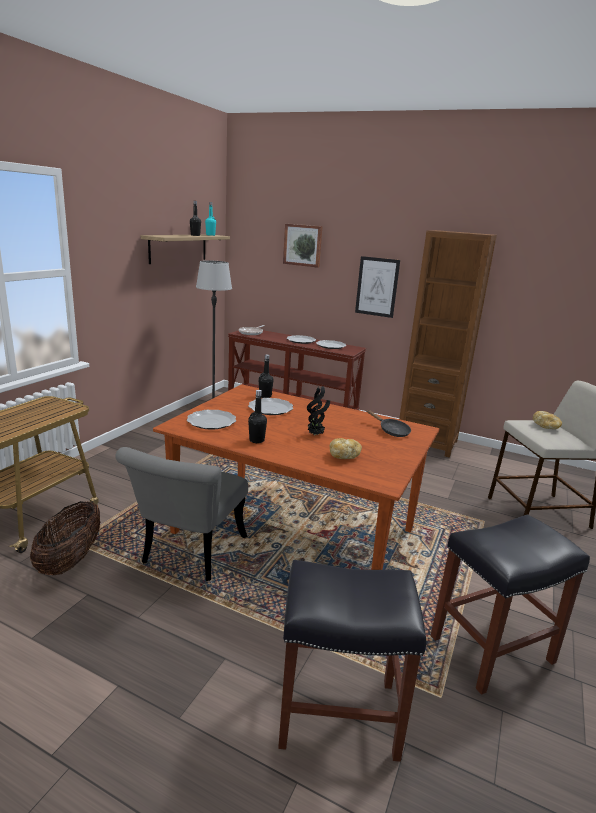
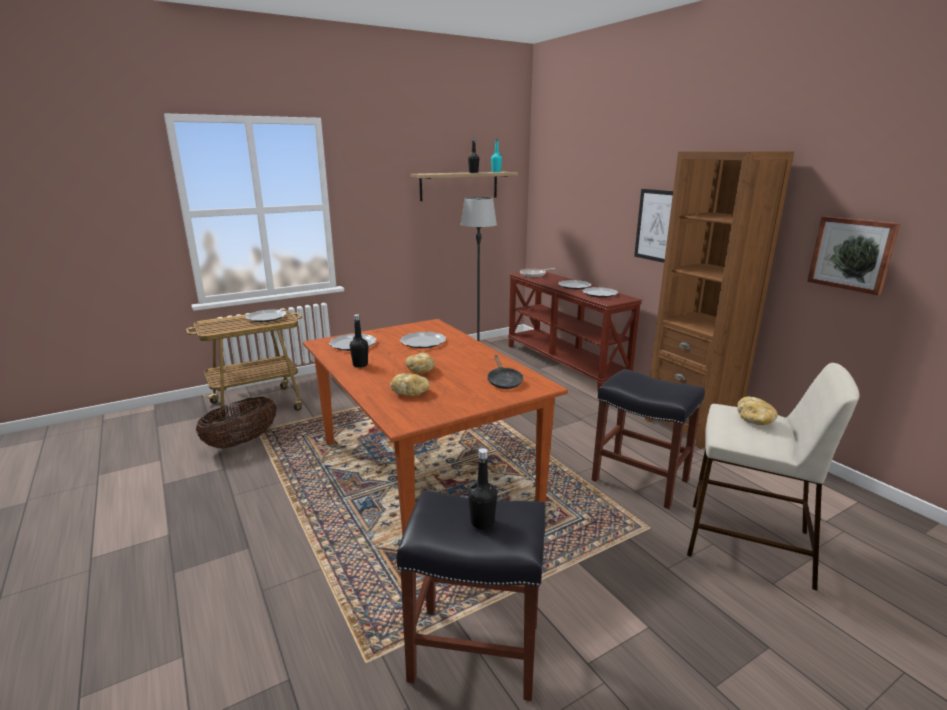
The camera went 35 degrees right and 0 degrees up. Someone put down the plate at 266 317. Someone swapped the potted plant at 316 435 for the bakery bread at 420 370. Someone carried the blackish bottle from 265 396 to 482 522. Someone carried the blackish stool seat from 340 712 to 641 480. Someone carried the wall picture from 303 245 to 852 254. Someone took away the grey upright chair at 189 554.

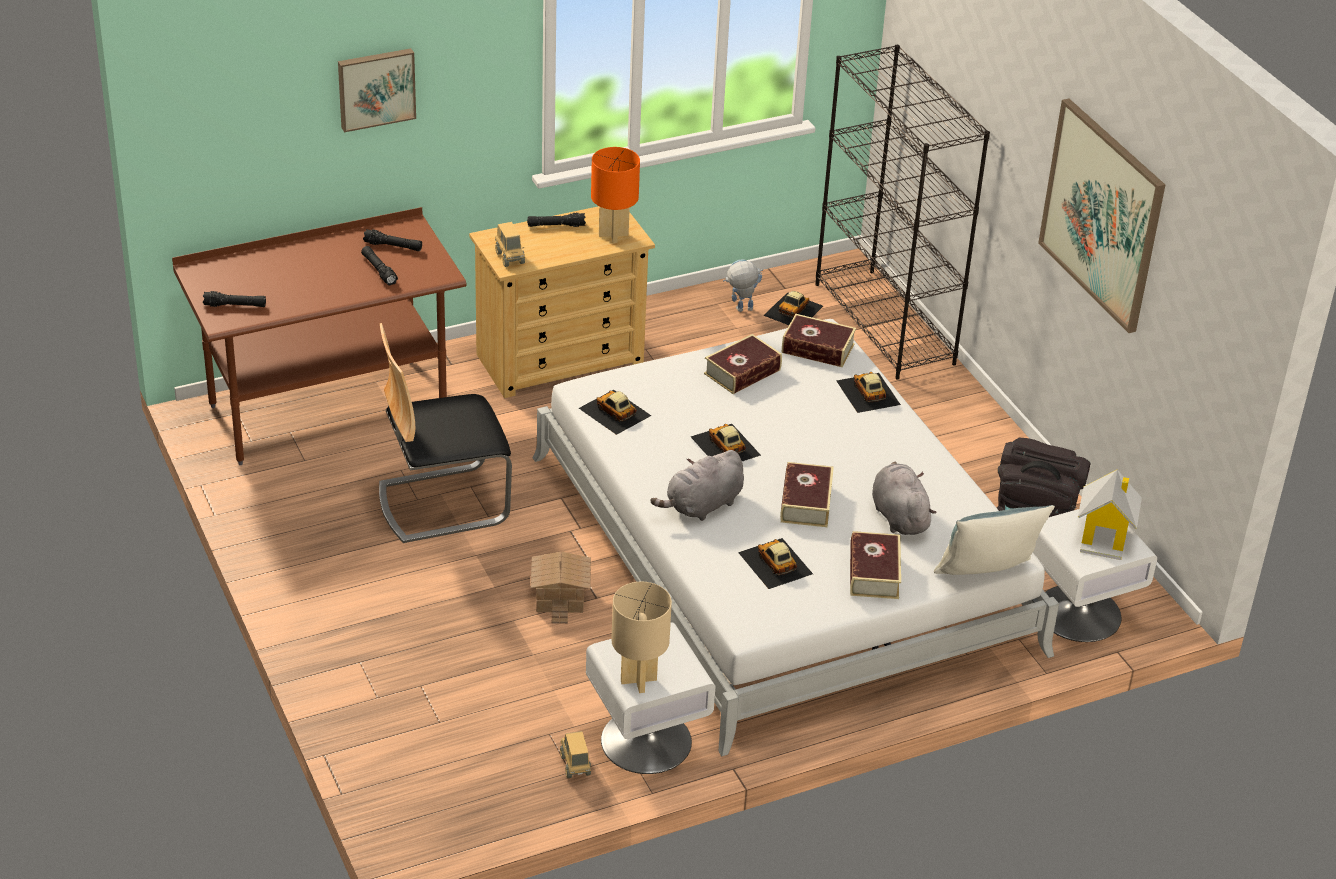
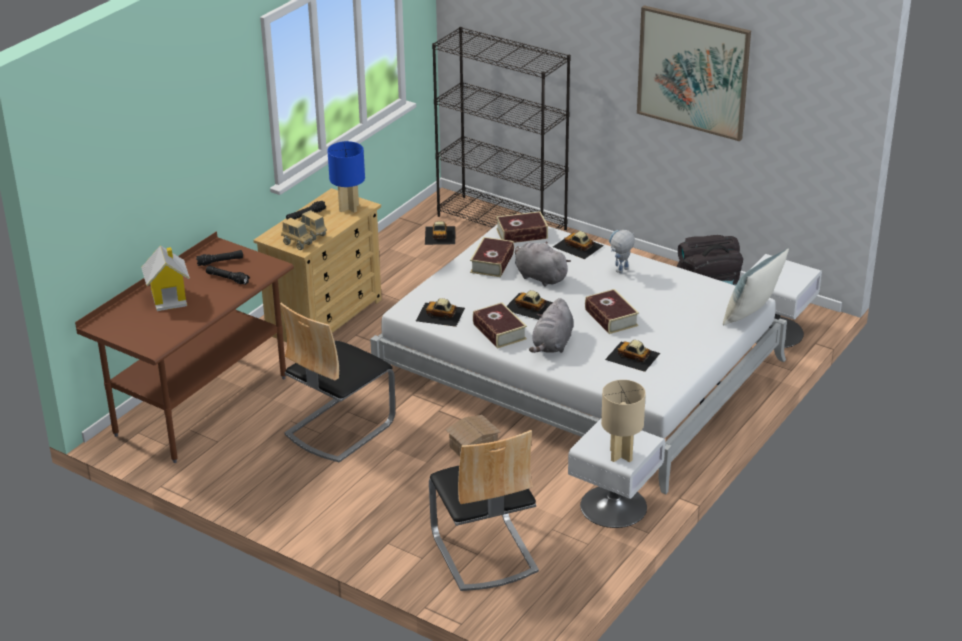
The camera went 30 degrees left and 5 degrees down. Someone carried the model house from 1104 538 to 169 297. Someone carried the toy lorry from 575 765 to 312 235. Someone repainted the orangey lamp for a table at 613 234, which became the blue-coloured lamp for a table at 348 208. Someone put down the upright chair at 483 552. Someone carried the book from 874 573 to 499 331. Someone carried the grey soft toy from 899 516 to 539 277. Someone carried the toy robot from 740 310 to 620 272. Someone took away the blackish flashlight at 235 305. Someone took away the wall picture at 376 88.

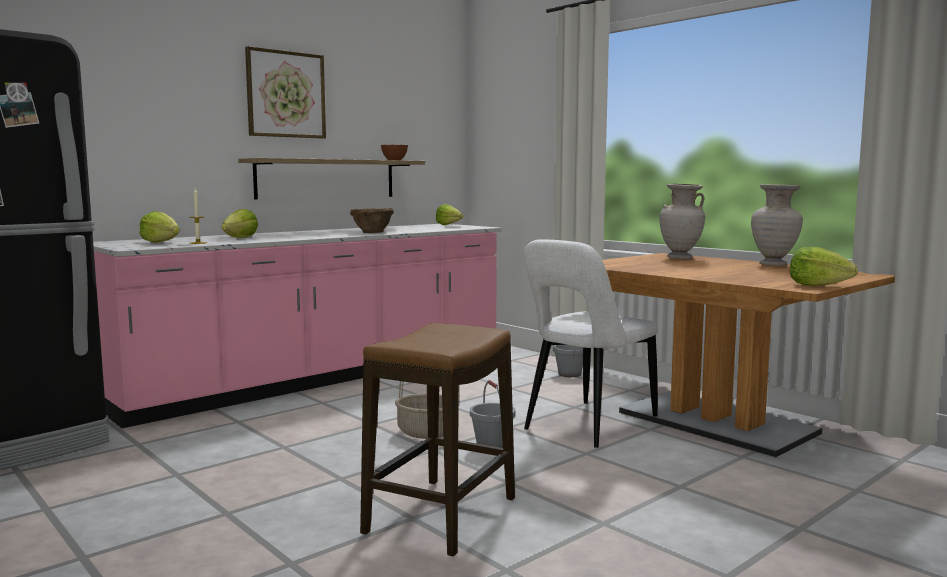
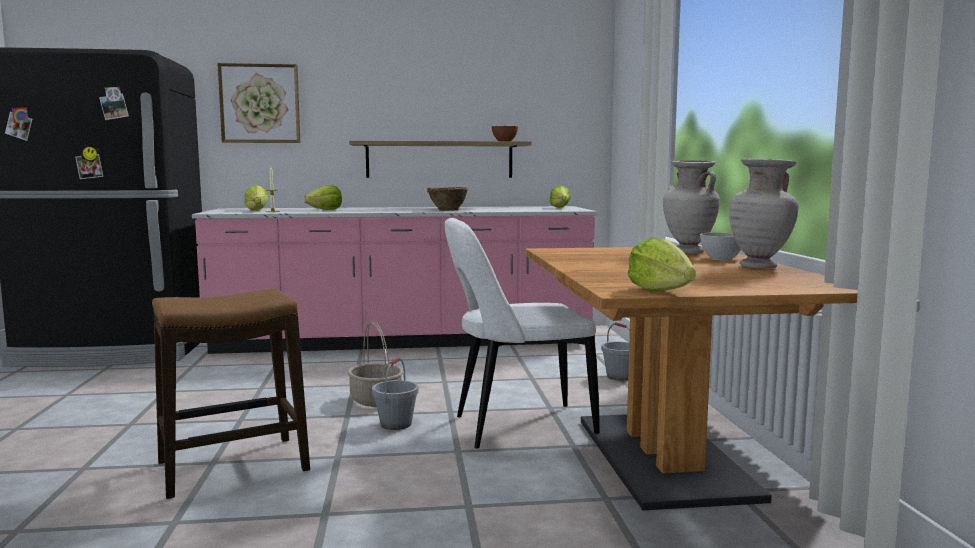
The camera went 35 degrees right and 0 degrees up. Someone carried the wall picture from 286 94 to 260 103. Someone put down the grey bowl at 721 259.

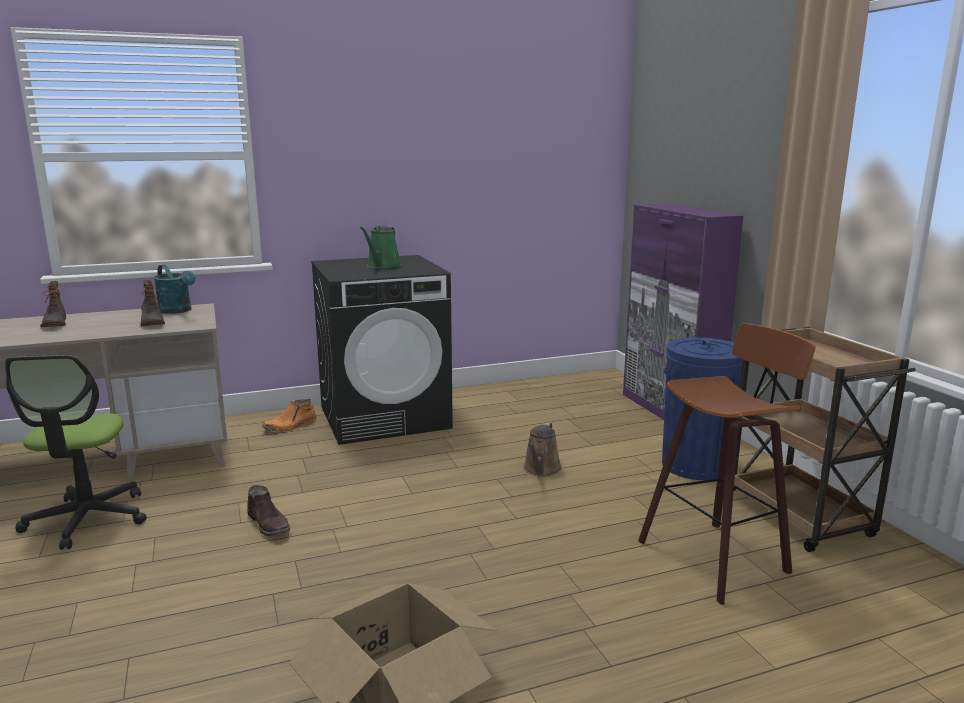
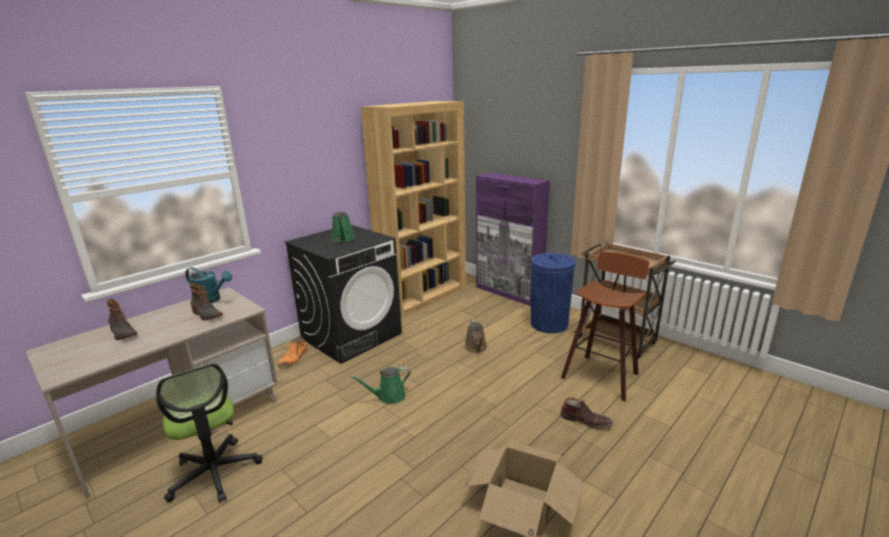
The camera went 25 degrees left and 5 degrees up. Someone put down the green sprinkling can at 389 396. Someone put down the brownish bookshelf at 423 295. Someone carried the brownish high-top boot from 269 524 to 585 420.

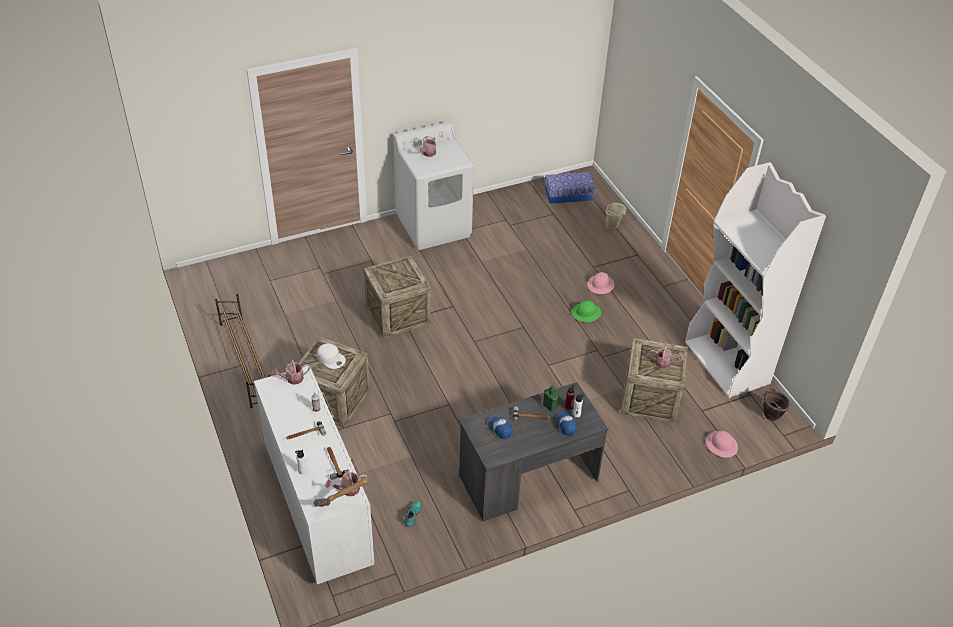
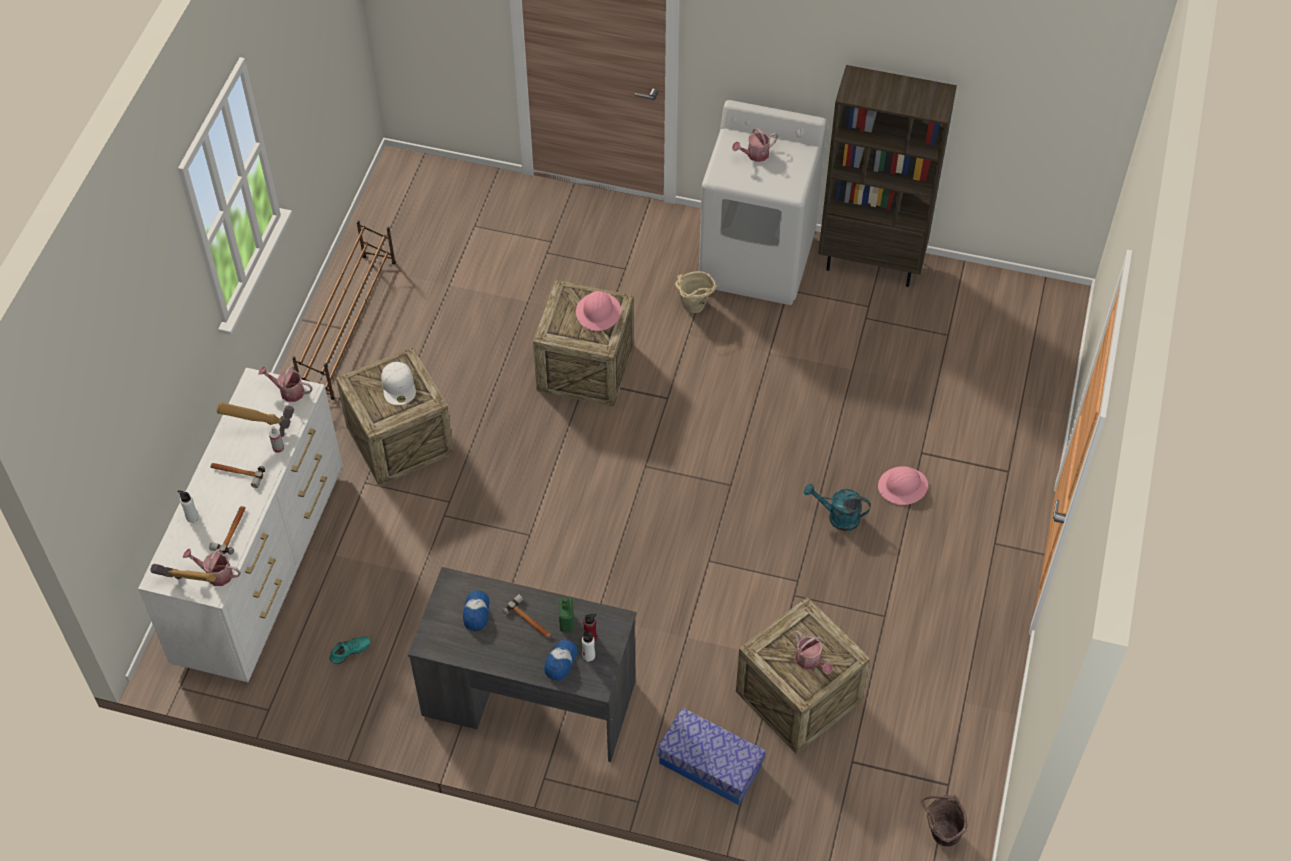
The camera went 40 degrees right and 10 degrees up. Someone put down the hammer at 261 430. Someone carried the pink safety helmet from 721 445 to 598 312. Someone carried the storage container from 568 194 to 710 764. Someone carried the beige-coloured bucket from 613 227 to 693 309. Someone swapped the green safety helmet at 586 313 for the turquoise-coloured sprinkling can at 837 517. Someone put down the brownish bookshelf at 872 263. Someone took away the whitish bookshelf at 727 363.

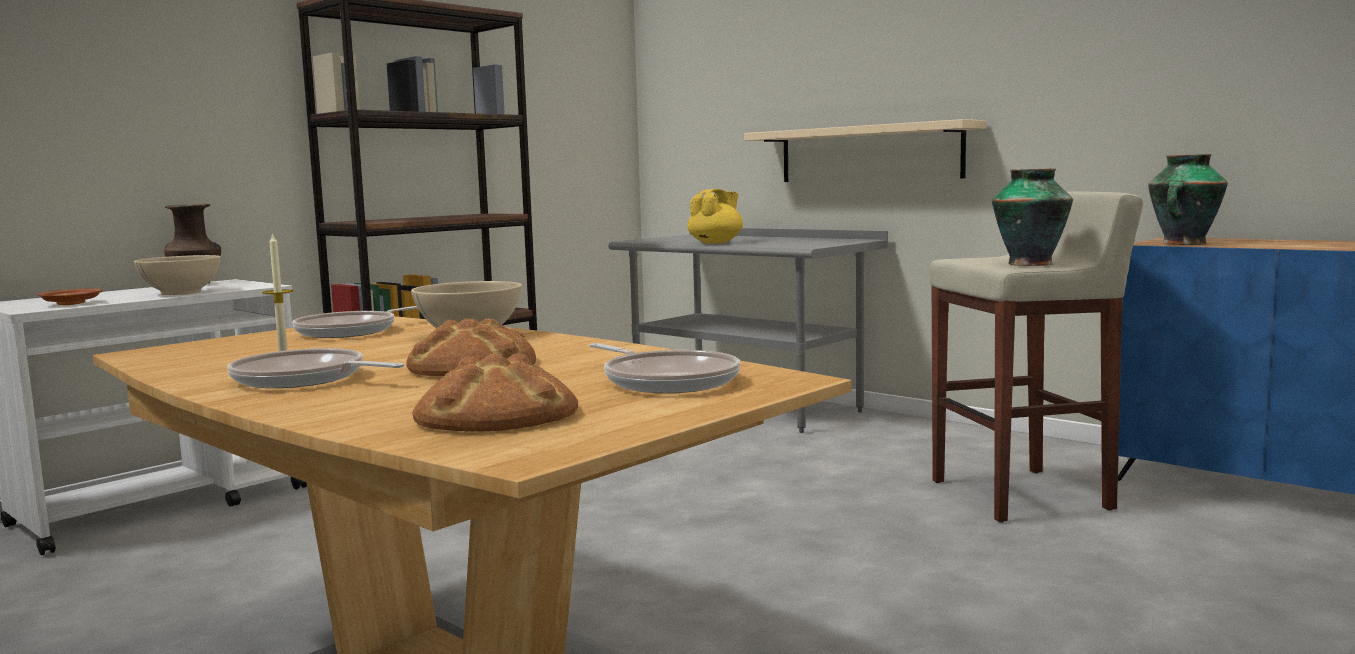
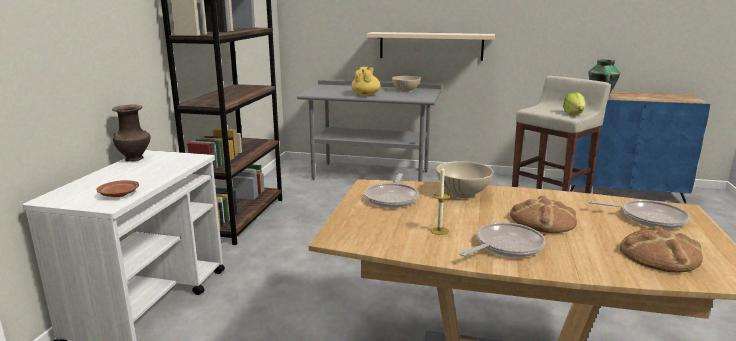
The camera went 30 degrees left and 10 degrees up. Someone carried the beige-coloured bowl from 182 293 to 406 91. Someone rotated the frying pan at 304 379 by 150 degrees clockwise. Someone swapped the vase at 1031 264 for the lettuce at 574 114.

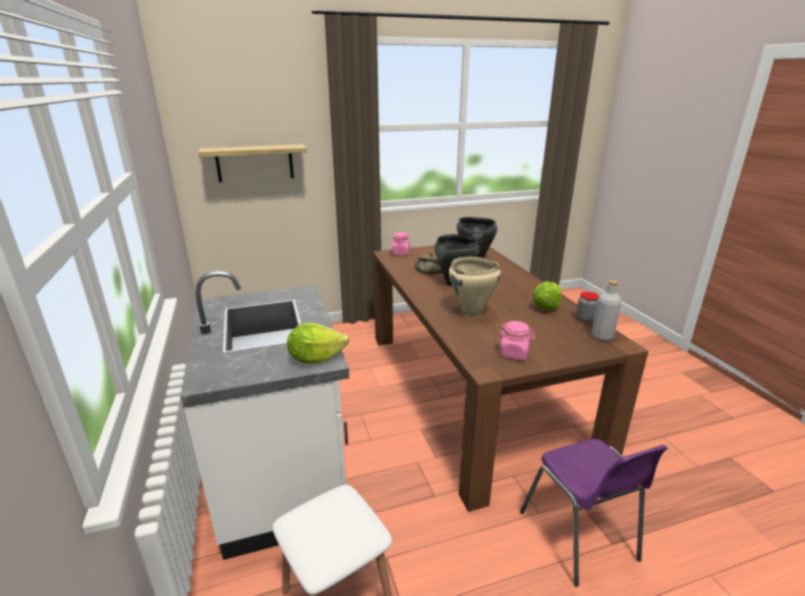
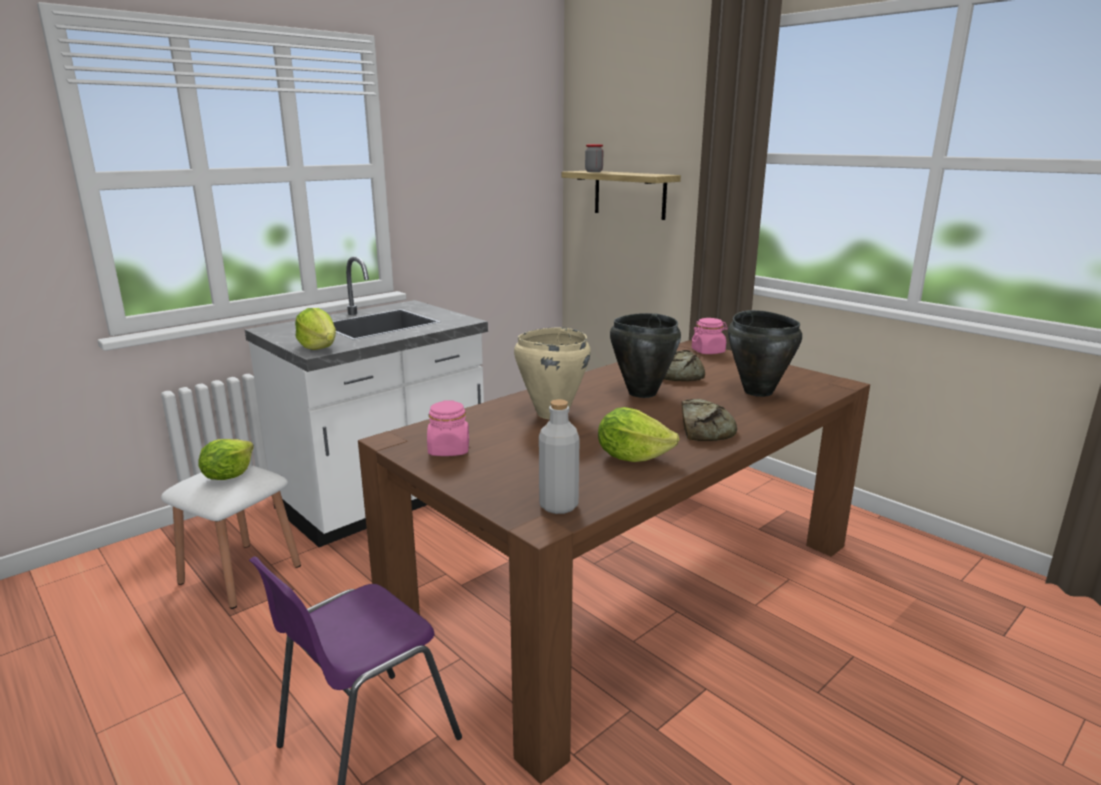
The camera went 65 degrees right and 5 degrees down. Someone put down the lettuce at 228 475. Someone carried the jar from 585 319 to 593 171. Someone put down the bakery bread at 704 429.

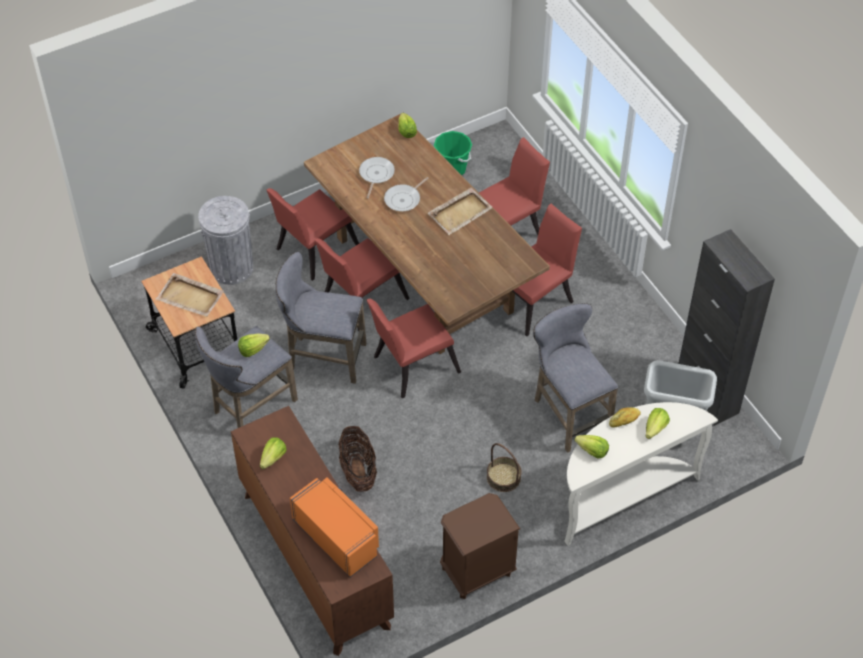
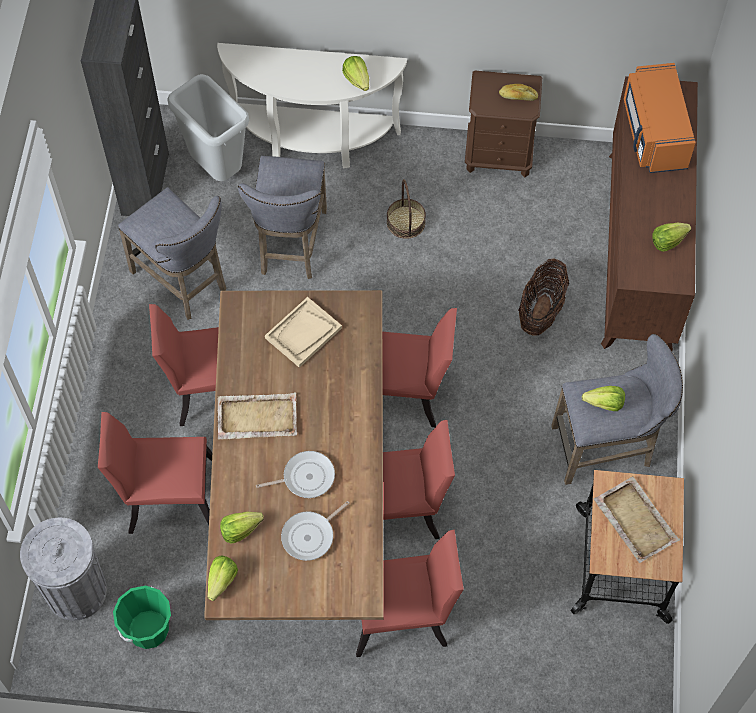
The camera went 145 degrees left and 10 degrees up. Someone carried the grey waste bin from 231 268 to 76 591. Someone carried the grey stool seat from 323 357 to 183 282. Someone carried the lettuce from 655 428 to 240 530. Someone put down the beige-coloured carrying tray at 303 333. Someone carried the bakery bread from 624 420 to 518 96.

